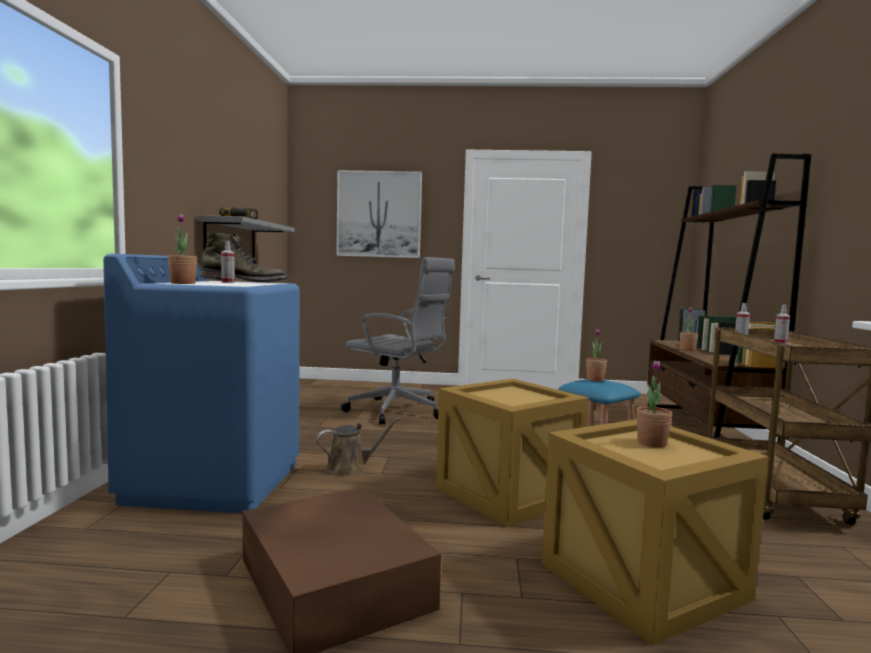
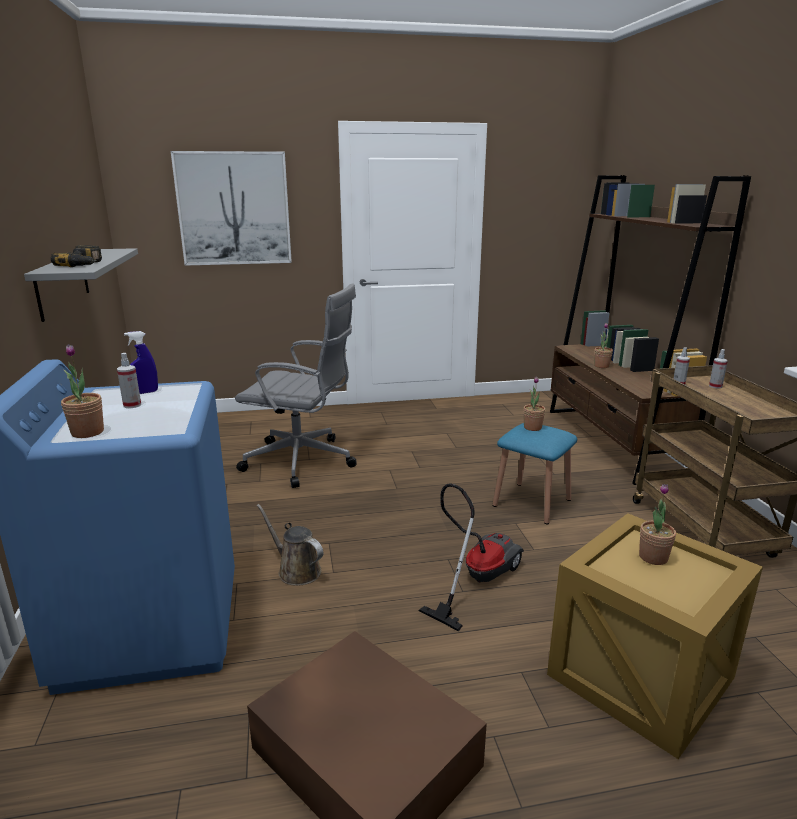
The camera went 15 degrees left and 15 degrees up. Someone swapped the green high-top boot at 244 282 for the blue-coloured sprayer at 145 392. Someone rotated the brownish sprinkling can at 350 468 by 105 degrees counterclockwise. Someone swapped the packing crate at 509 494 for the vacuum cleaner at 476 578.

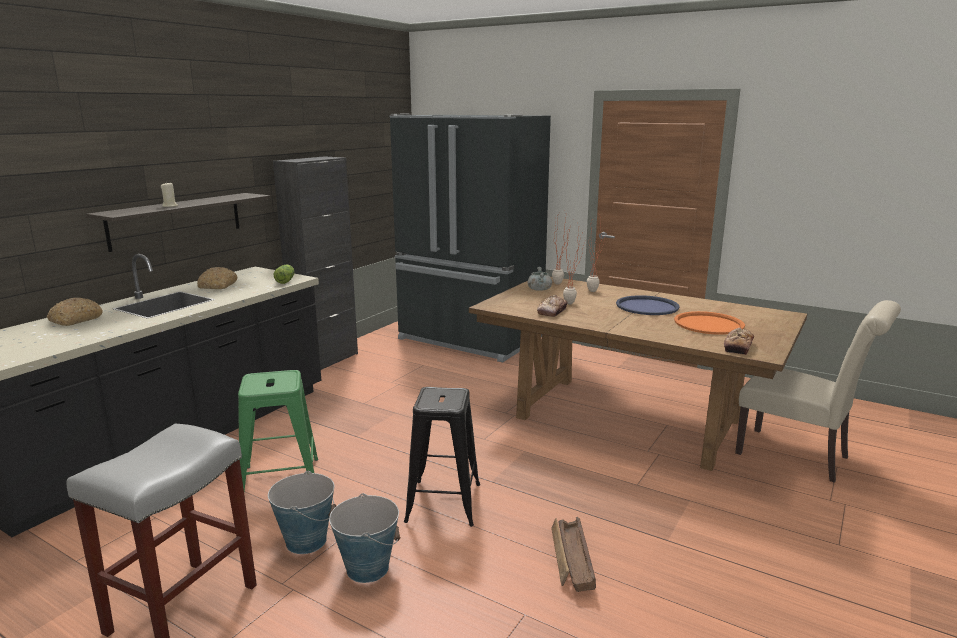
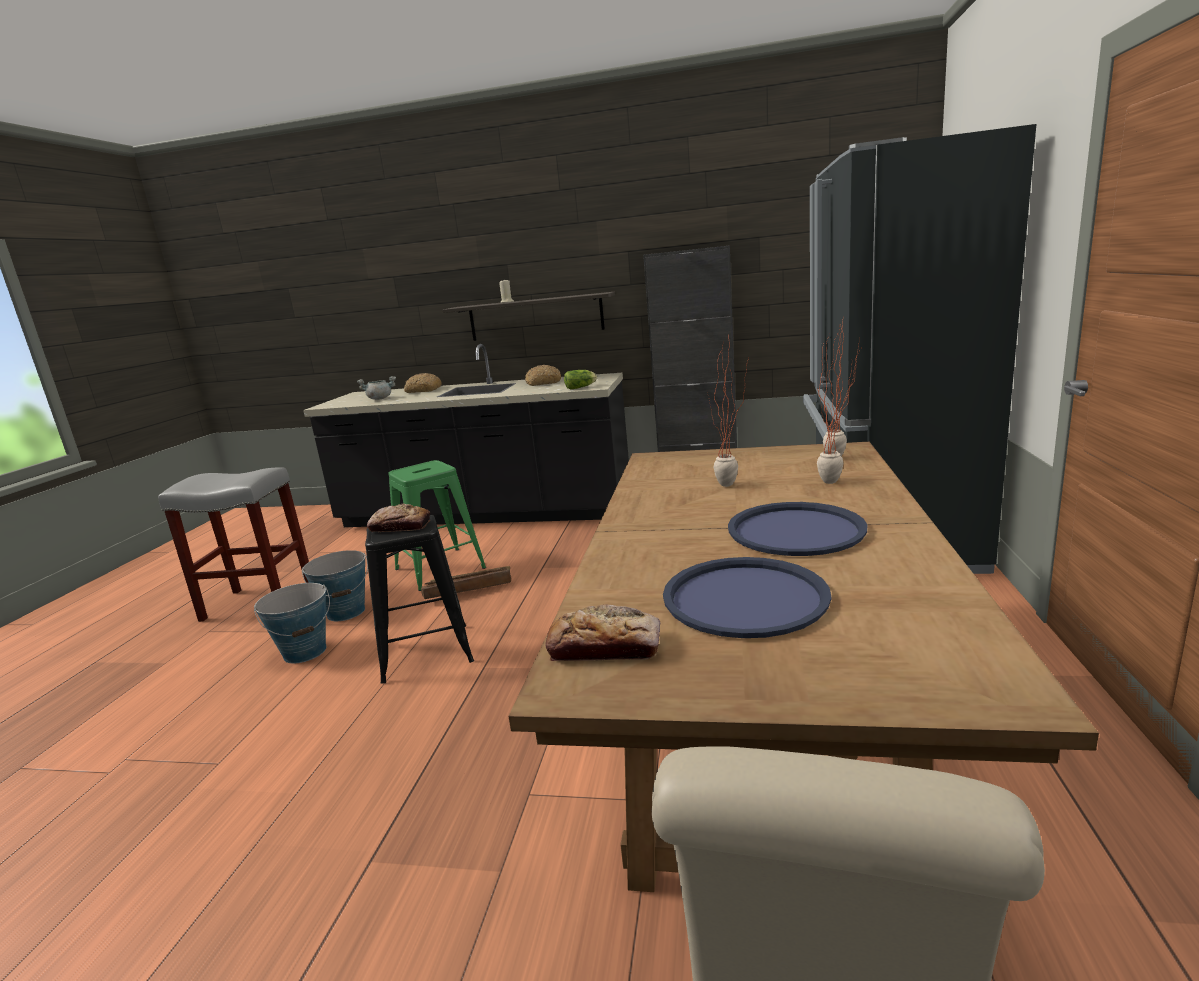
The camera went 70 degrees right and 0 degrees up. Someone carried the grey saucepot from 539 289 to 380 399. Someone carried the bakery bread from 552 311 to 400 526. Someone carried the packing crate from 572 561 to 468 590. Someone repainted the orangey carrying tray at 708 324, which became the blue-coloured carrying tray at 744 598.

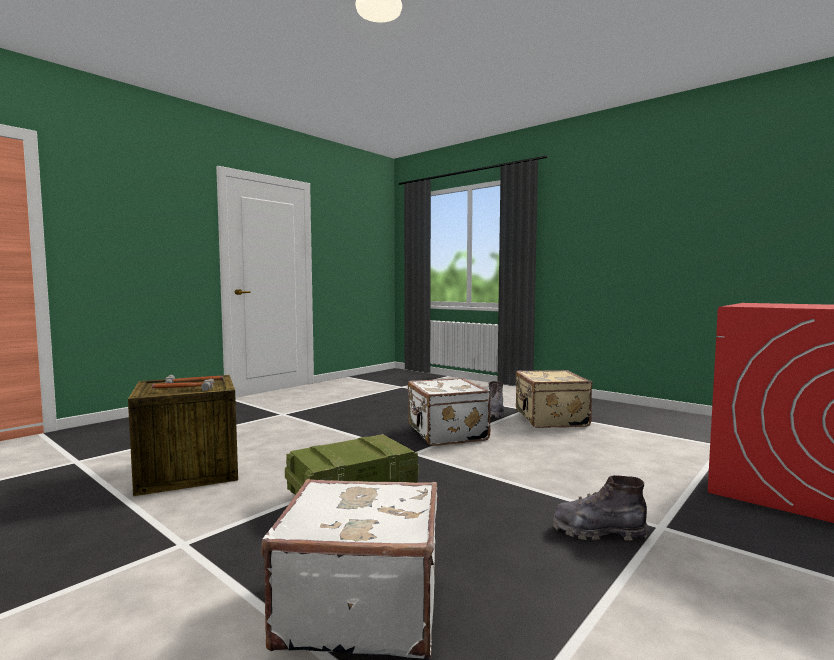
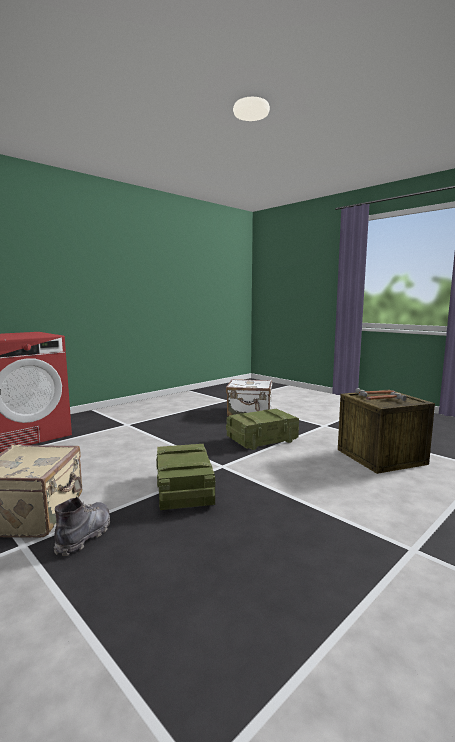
The camera went 175 degrees left and 5 degrees up. Someone swapped the whitish suitcase at 446 434 for the packing crate at 183 490. Someone took away the grey high-top boot at 598 531.

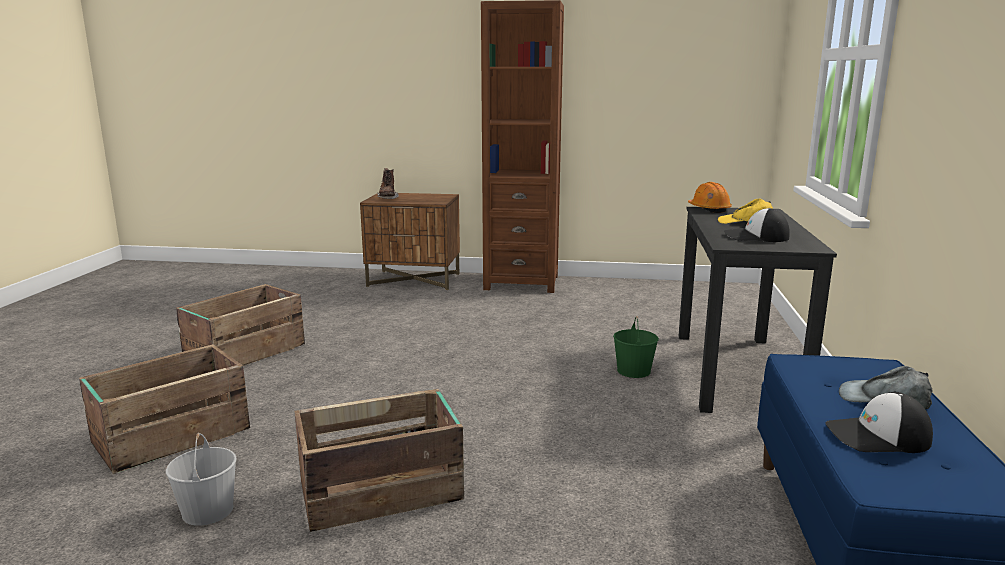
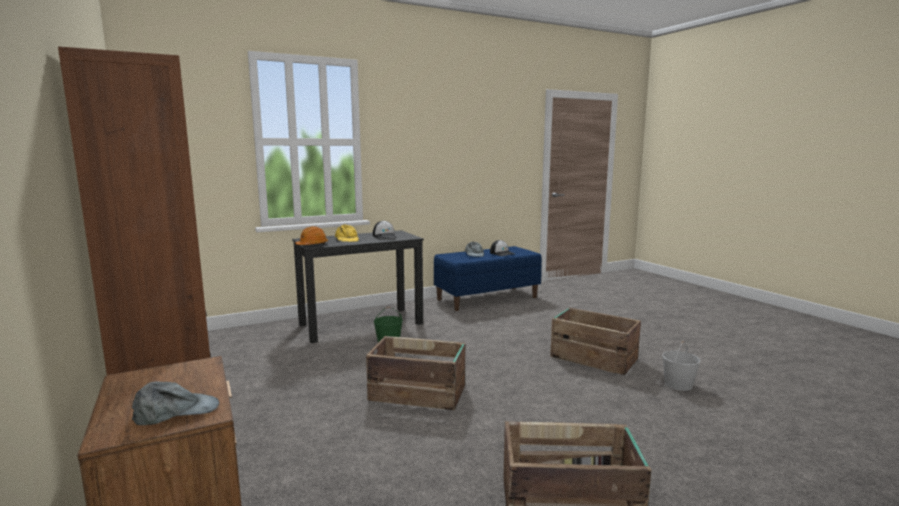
The camera went 125 degrees left and 5 degrees down. Someone swapped the brownish high-top boot at 387 198 for the grey baseball cap at 176 411. Someone carried the packing crate from 169 436 to 419 394.

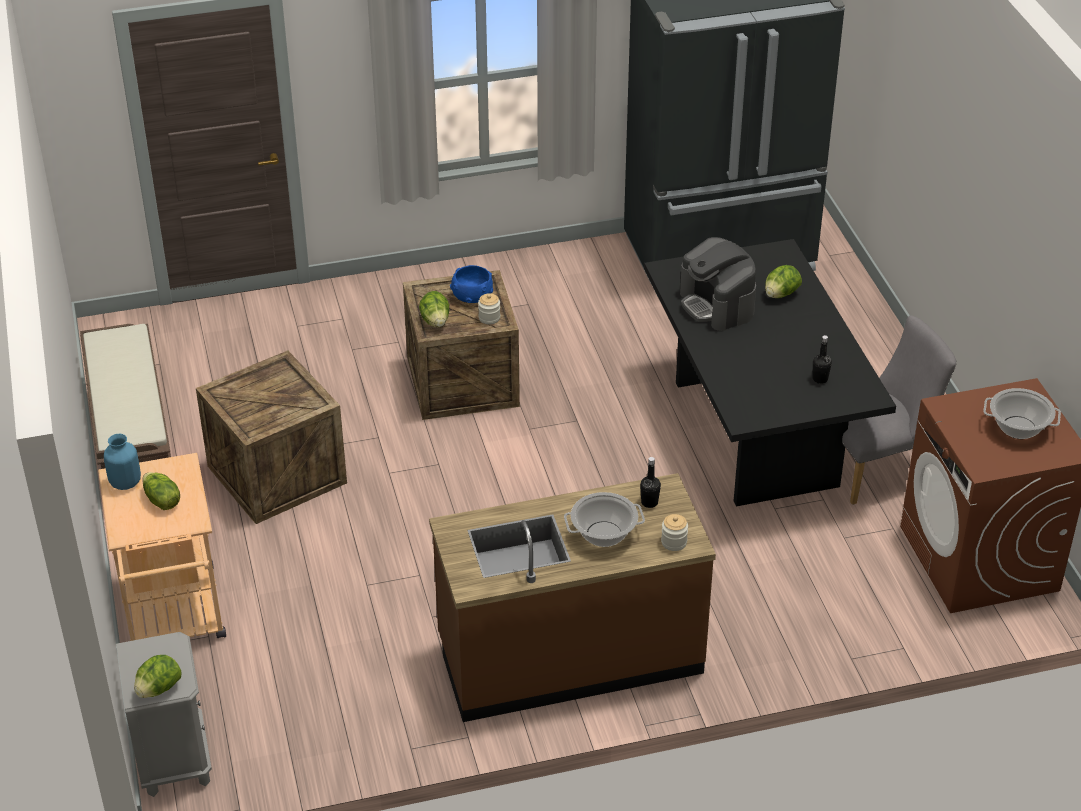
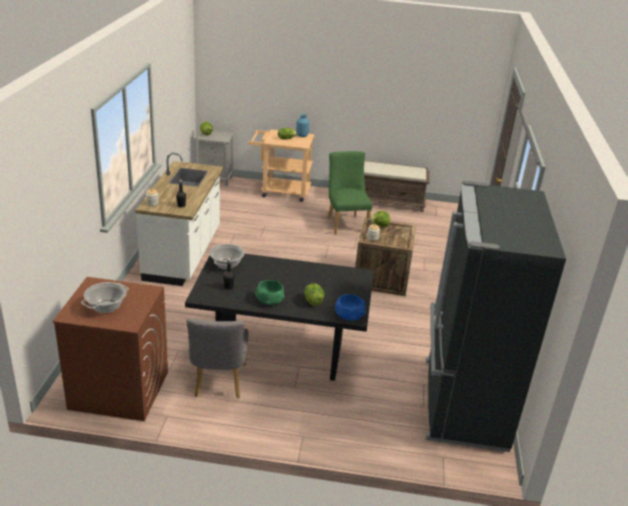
The camera went 110 degrees right and 10 degrees down. Someone repainted the brownish kitchen counter at 569 656, which became the whitish kitchen counter at 184 254. Someone carried the saucepot from 603 534 to 226 264. Someone put down the green bowl at 269 299. Someone swapped the packing crate at 276 474 for the green upright chair at 346 223. Someone carried the blue-coloured bowl from 471 295 to 349 314. Someone took away the coffee maker at 717 305.

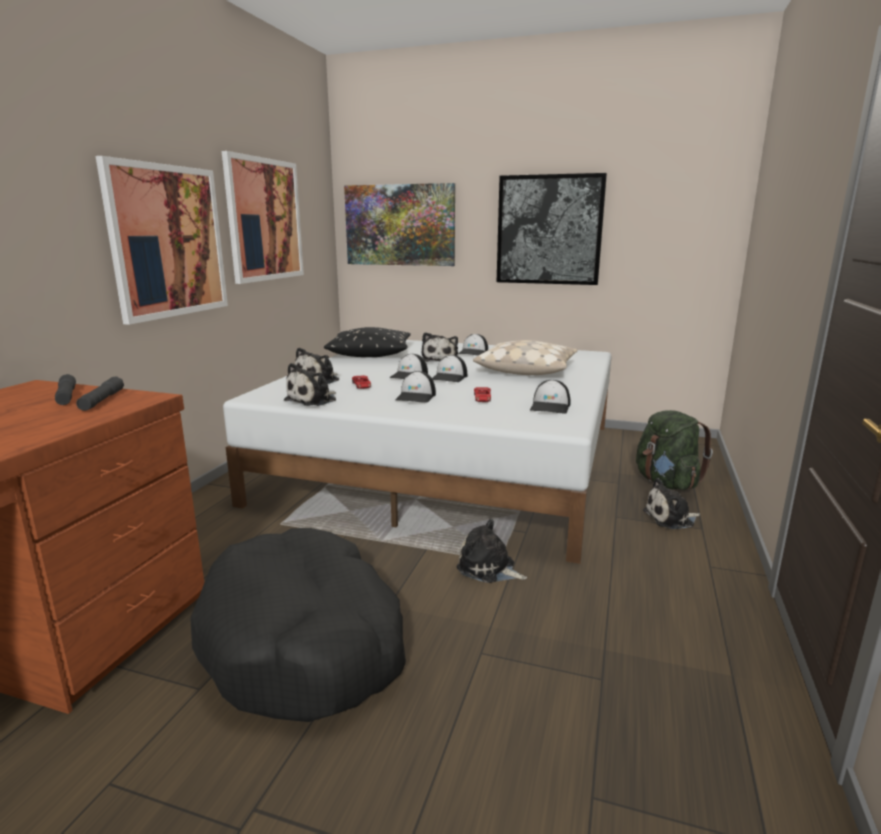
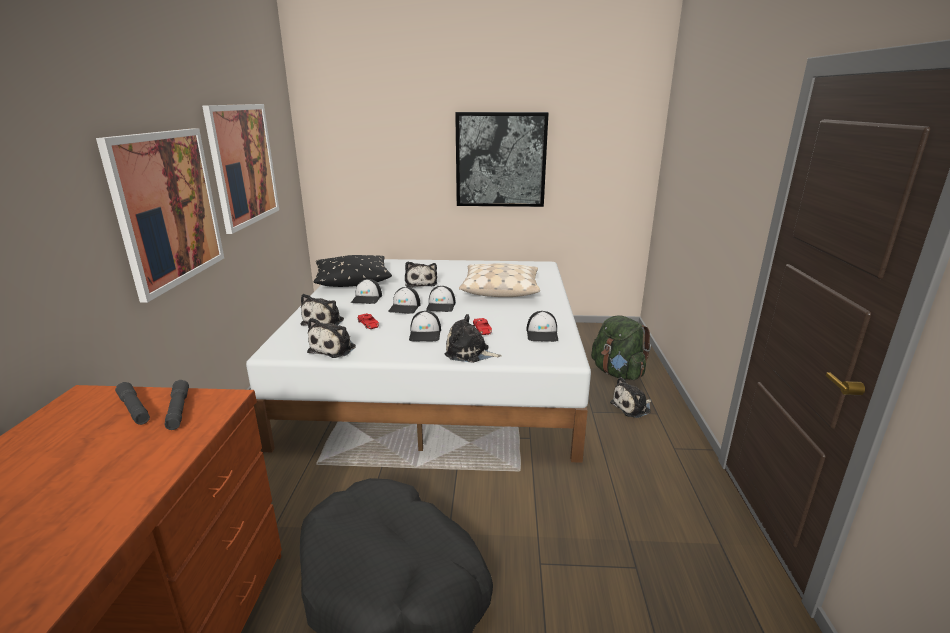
The camera went 15 degrees left and 5 degrees up. Someone carried the baseball cap from 473 352 to 367 298. Someone carried the soft toy from 488 568 to 469 353. Someone took away the wall picture at 400 225.

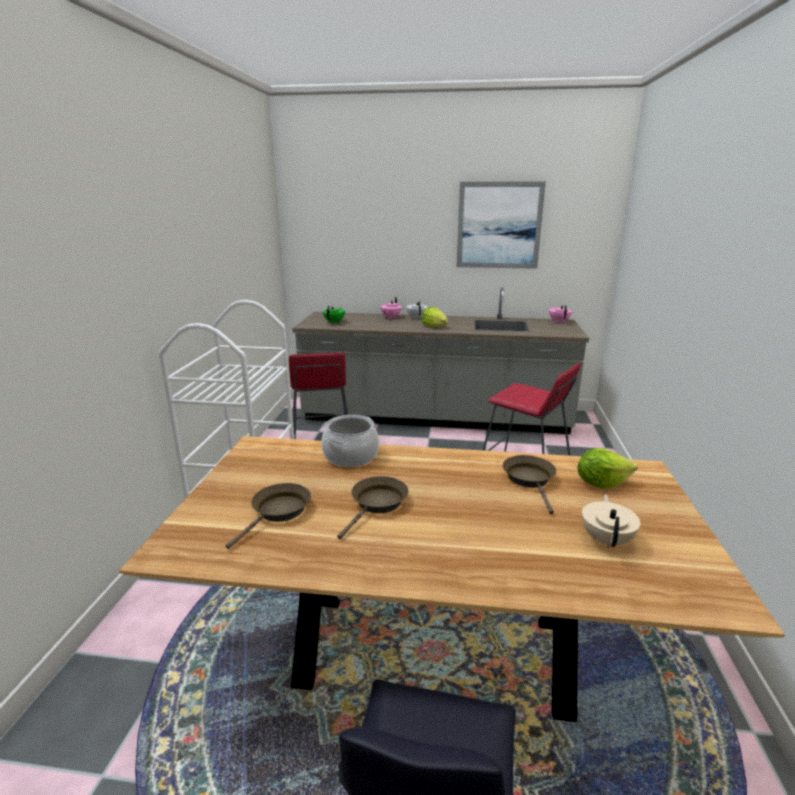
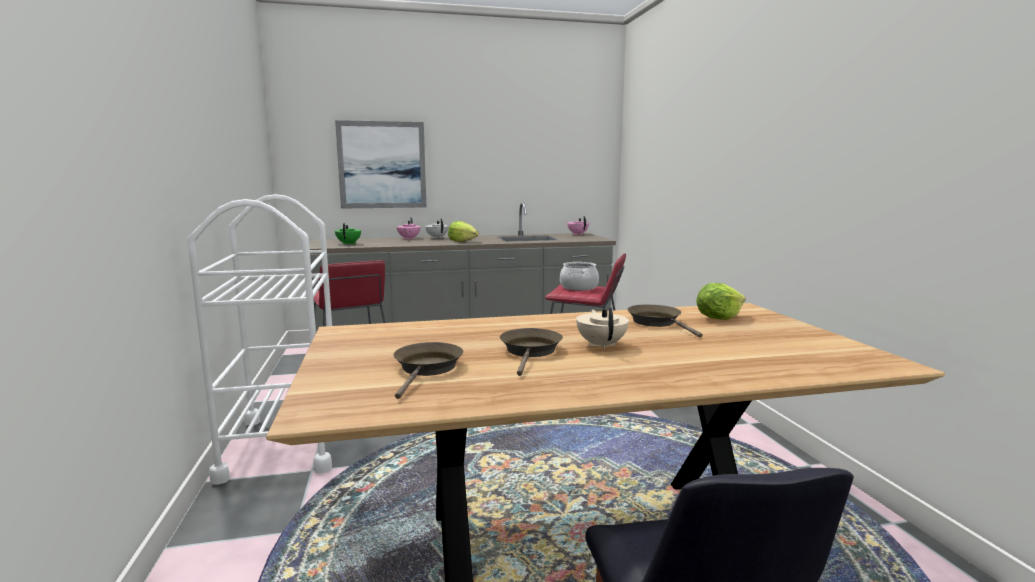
The camera went 20 degrees left and 10 degrees down. Someone carried the wall picture from 499 225 to 382 165. Someone carried the saucepot from 351 456 to 579 287. Someone carried the beige-coloured tea pot from 606 540 to 601 345.

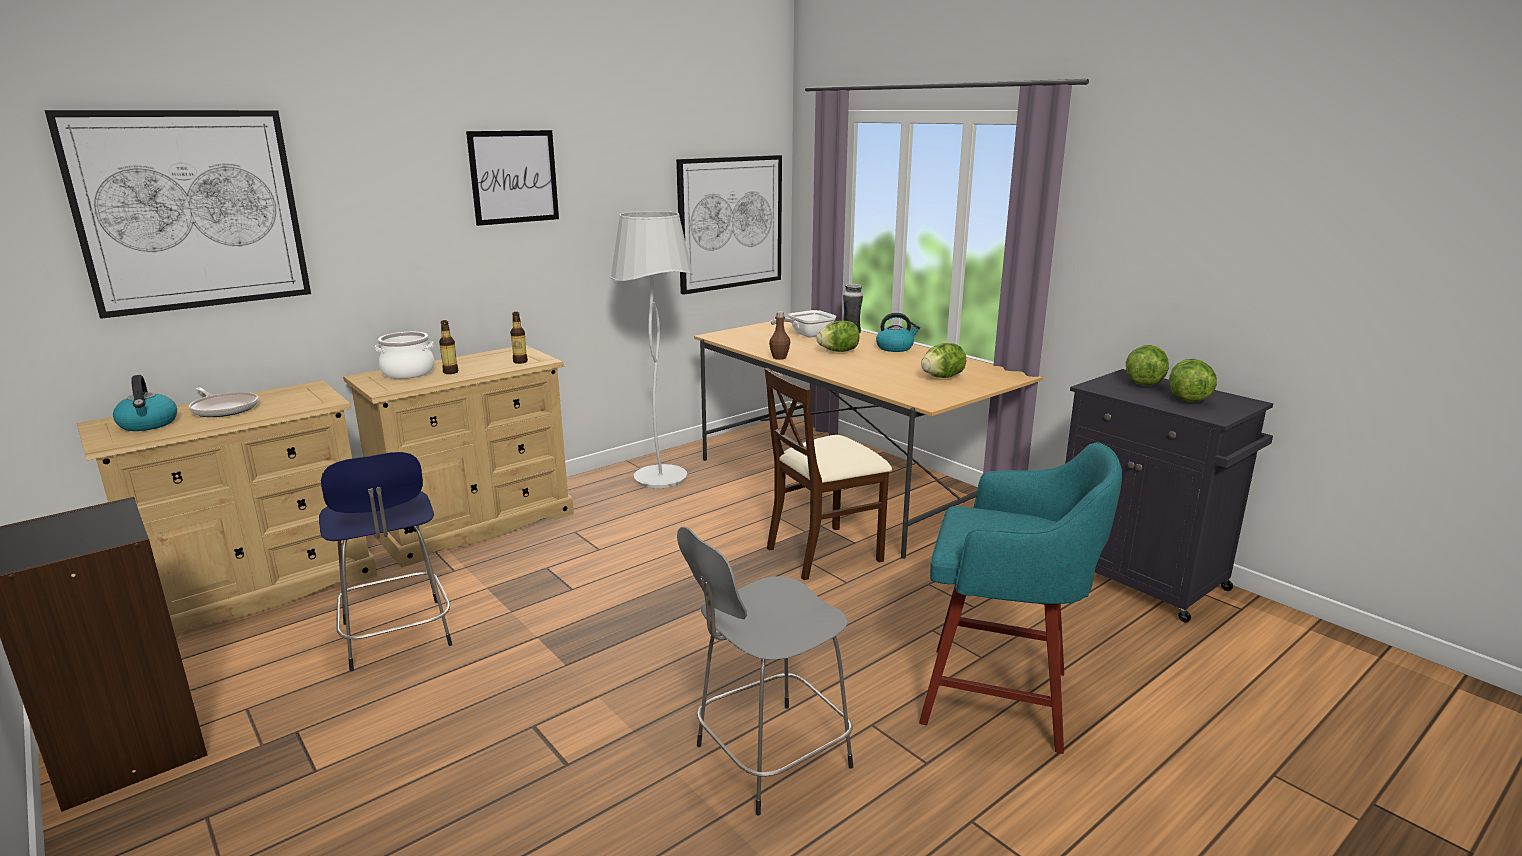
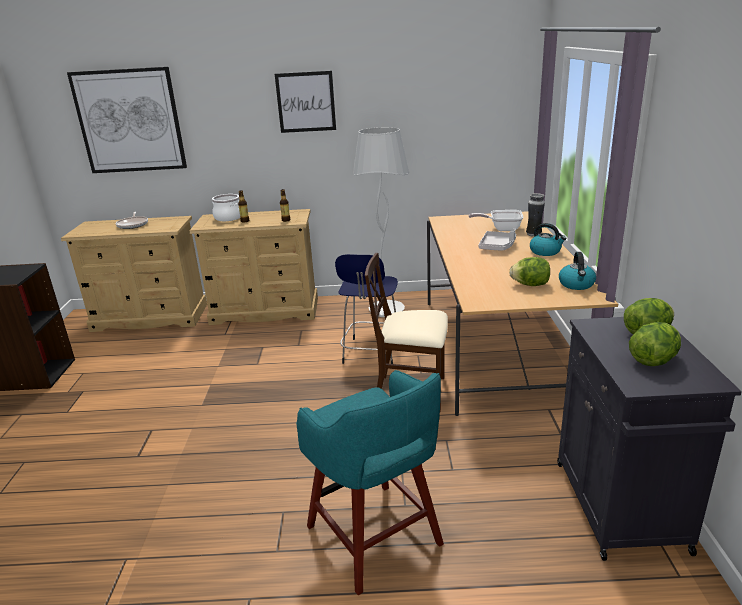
The camera went 40 degrees right and 5 degrees up. Someone carried the blue-coloured stool seat from 397 637 to 371 353. Someone swapped the lettuce at 838 351 for the grey carrying tray at 497 246. Someone carried the tea kettle from 148 424 to 576 284. Someone took away the wall picture at 730 223. Someone took away the grey stool seat at 768 758. Someone took away the brownish bottle at 779 357.

